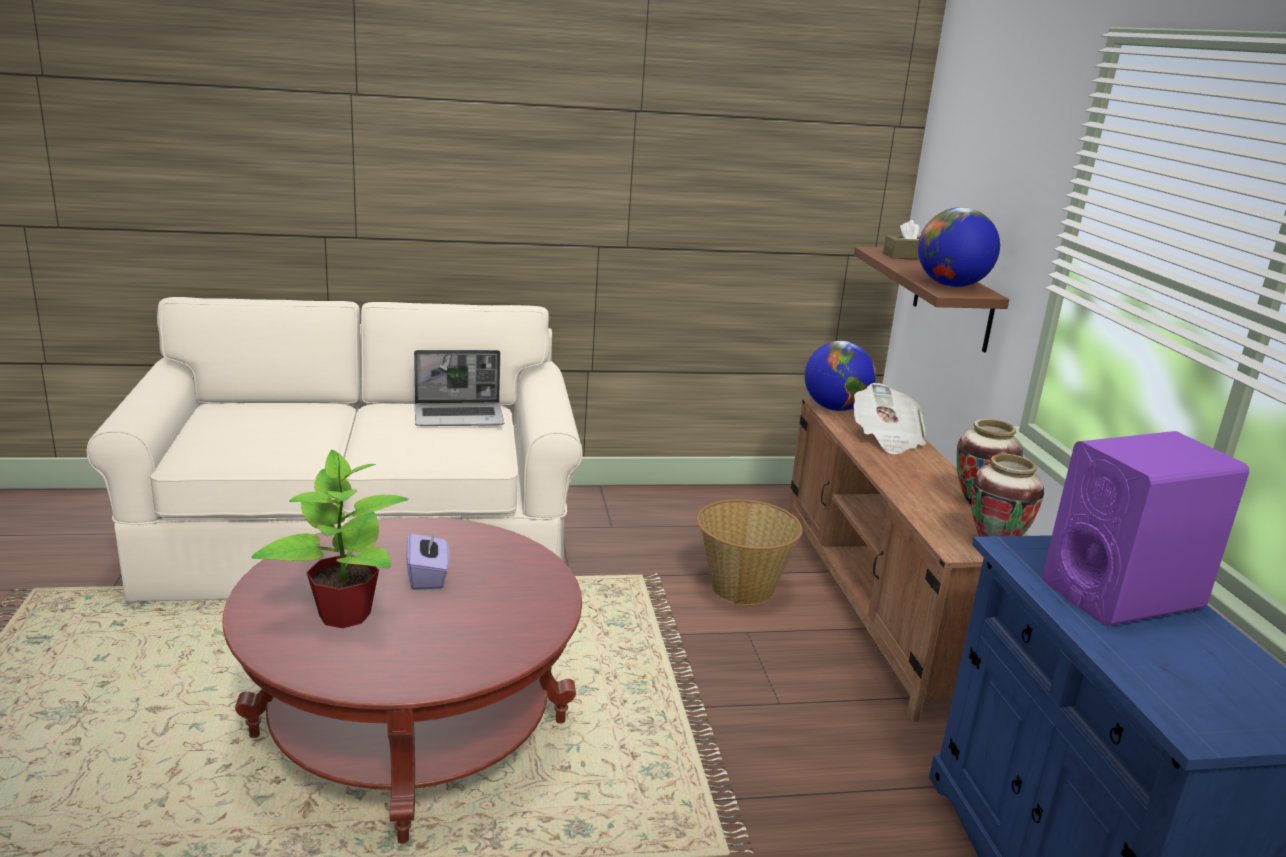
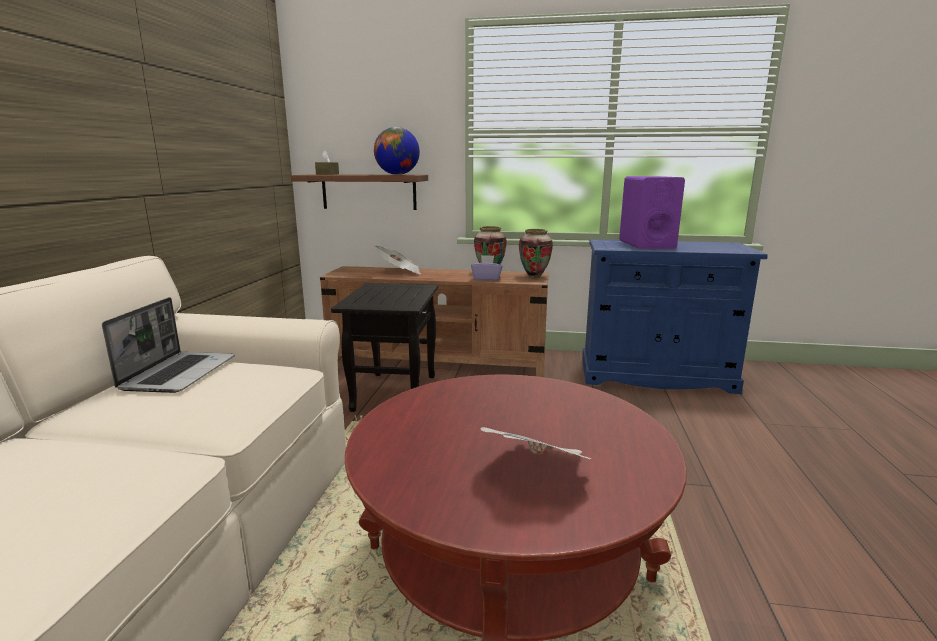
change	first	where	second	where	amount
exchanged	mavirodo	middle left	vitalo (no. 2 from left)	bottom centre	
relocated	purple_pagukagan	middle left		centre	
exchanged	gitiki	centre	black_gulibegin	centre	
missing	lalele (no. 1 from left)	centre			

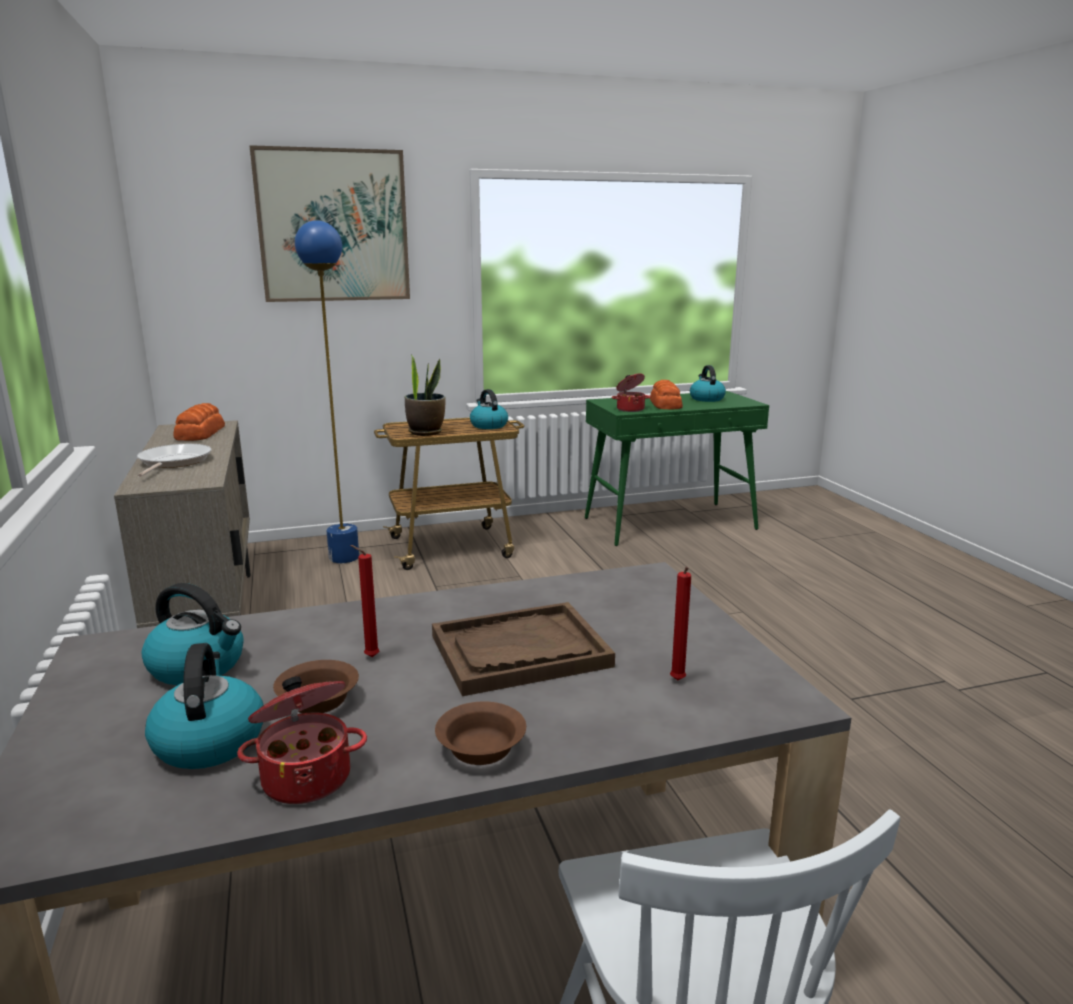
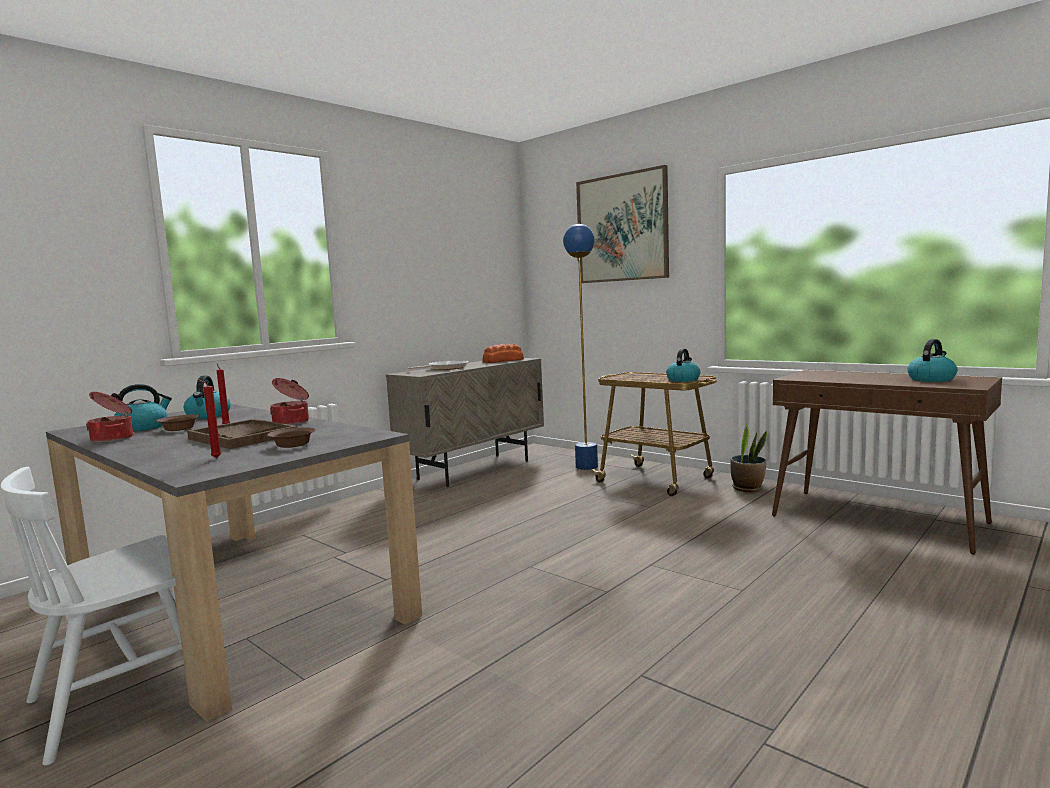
change	first	where	second	where	amount
relocated	mavirodo	centre		middle right	
relocated	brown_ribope (no. 2 from left)	bottom centre		middle left	
colour	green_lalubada	centre	brown_lalubada	middle right	
relocated	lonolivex (no. 2 from left)	centre		middle left	
missing	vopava (no. 2 from left)	centre			

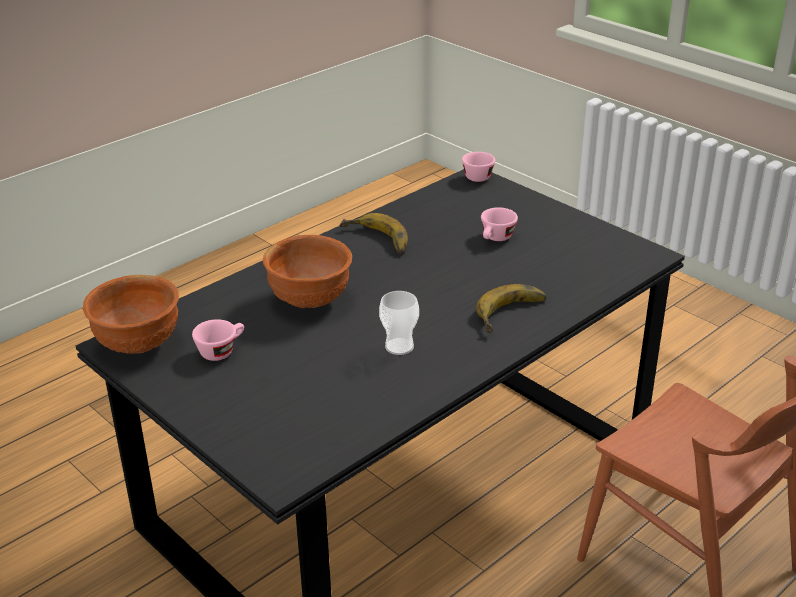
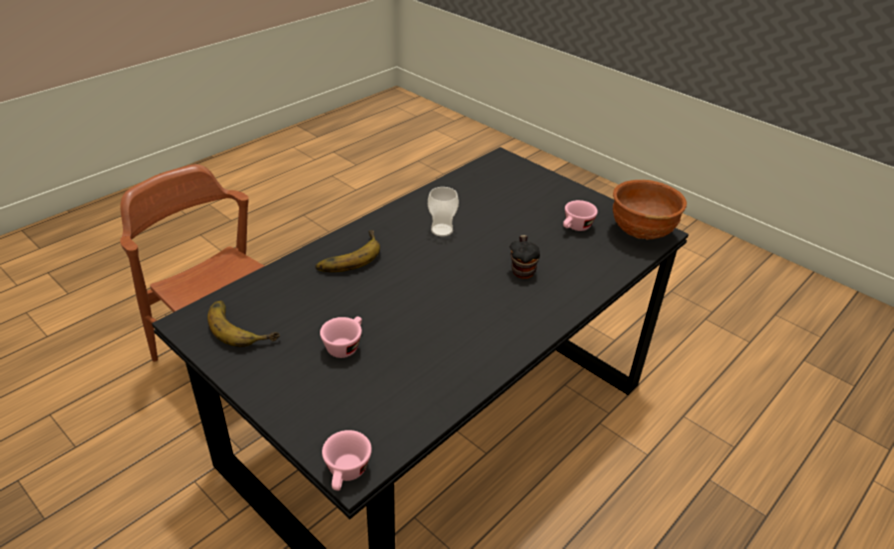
change	first	where	second	where	amount
exchanged	brown_ribope (no. 2 from left)	centre	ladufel	centre	
relocated	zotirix (no. 1 from left)	centre		middle left	

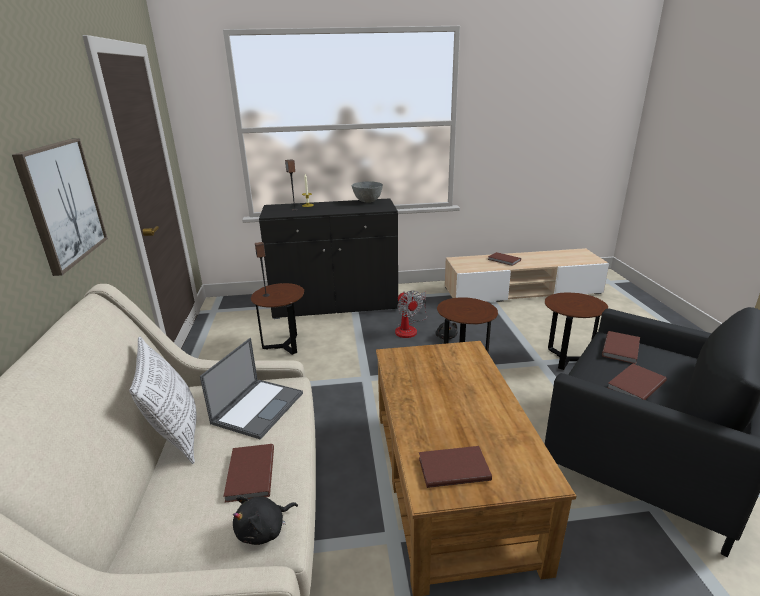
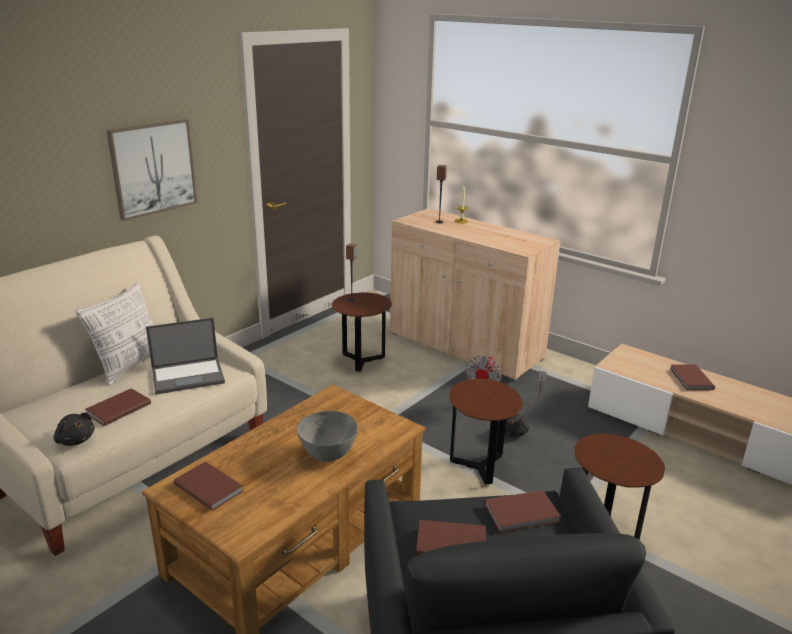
change	first	where	second	where	amount
spun	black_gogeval (no. 1 from left)	bottom centre		bottom left	150 degrees counterclockwise
colour	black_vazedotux	centre	beige_vazedotux	centre	
relocated	grey_ribope	top centre		bottom centre	

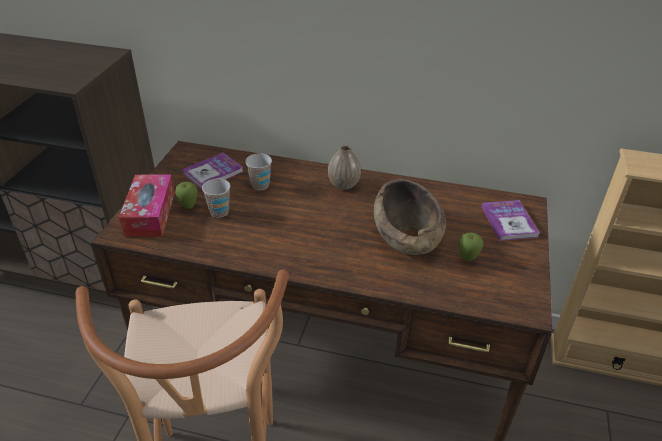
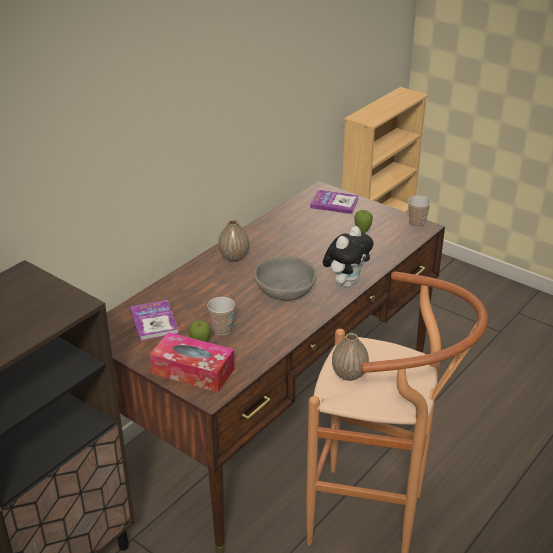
change	first	where	second	where	amount
relocated	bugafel (no. 2 from left)	centre		middle right	
missing	brown_ribope	centre			
appeared			grey_ribope	centre	
appeared			gogeval	centre	
appeared			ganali (no. 2 from left)	centre	

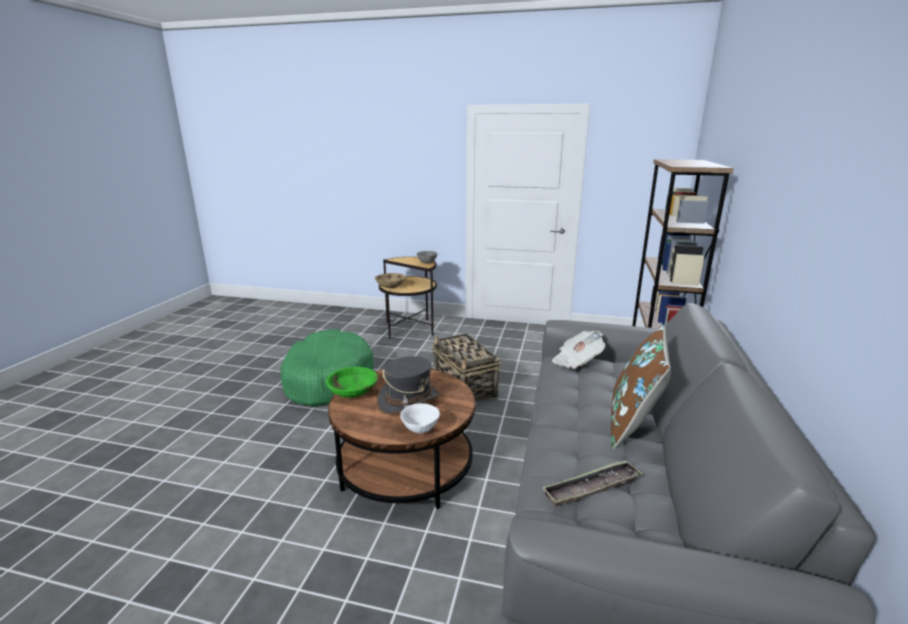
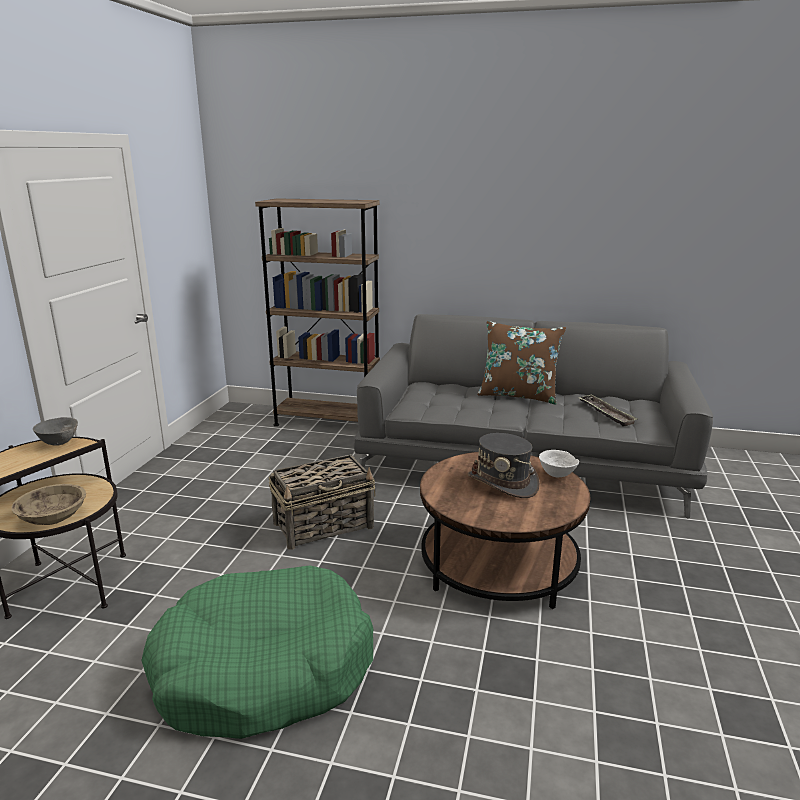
change	first	where	second	where	amount
missing	green_ribope	centre			
missing	vitalo	centre			

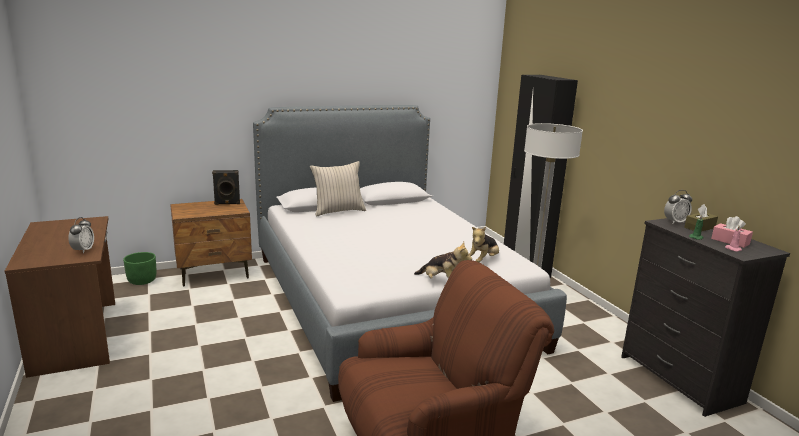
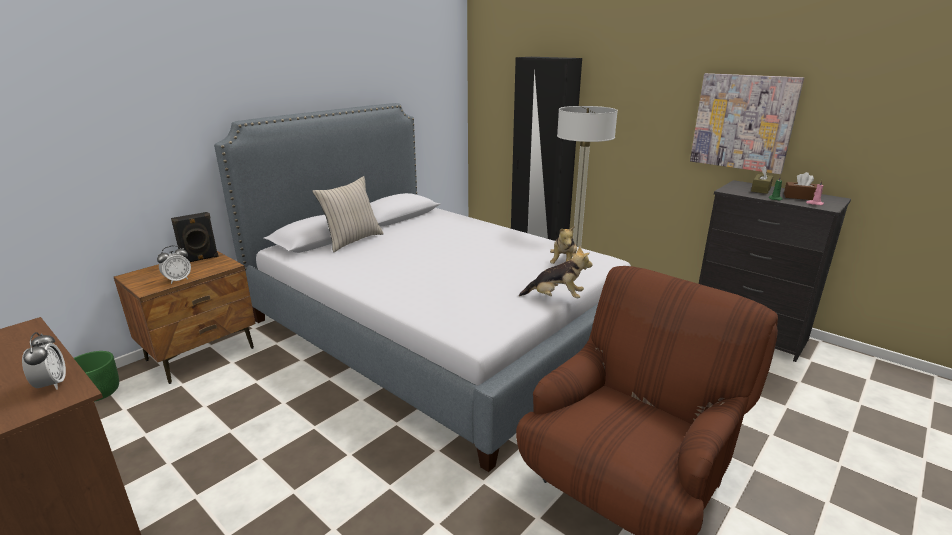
change	first	where	second	where	amount
relocated	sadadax (no. 2 from left)	middle right		middle left	
colour	pink_pagukagan	middle right	brown_pagukagan (no. 2 from left)	middle right	
appeared			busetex	top right	

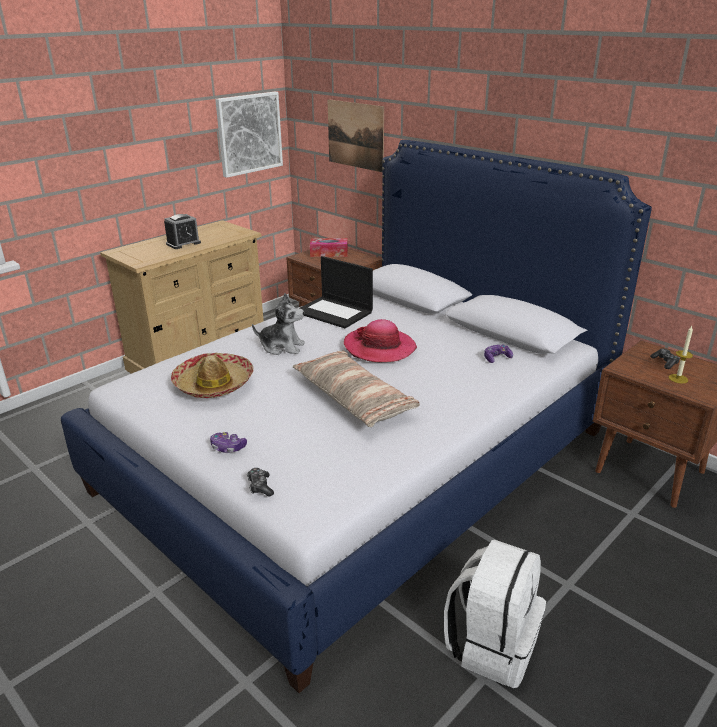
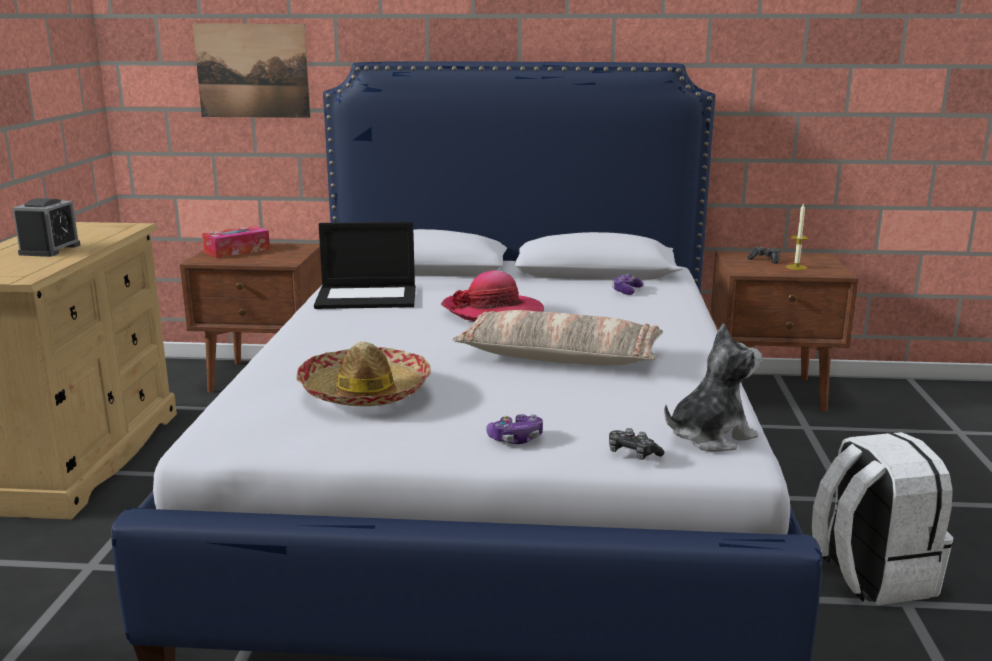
change	first	where	second	where	amount
missing	busetex (no. 1 from left)	top centre			
relocated	gogeval	centre		middle right	

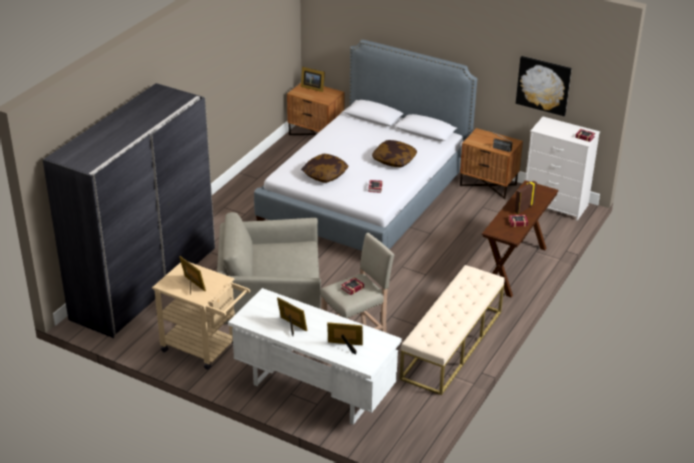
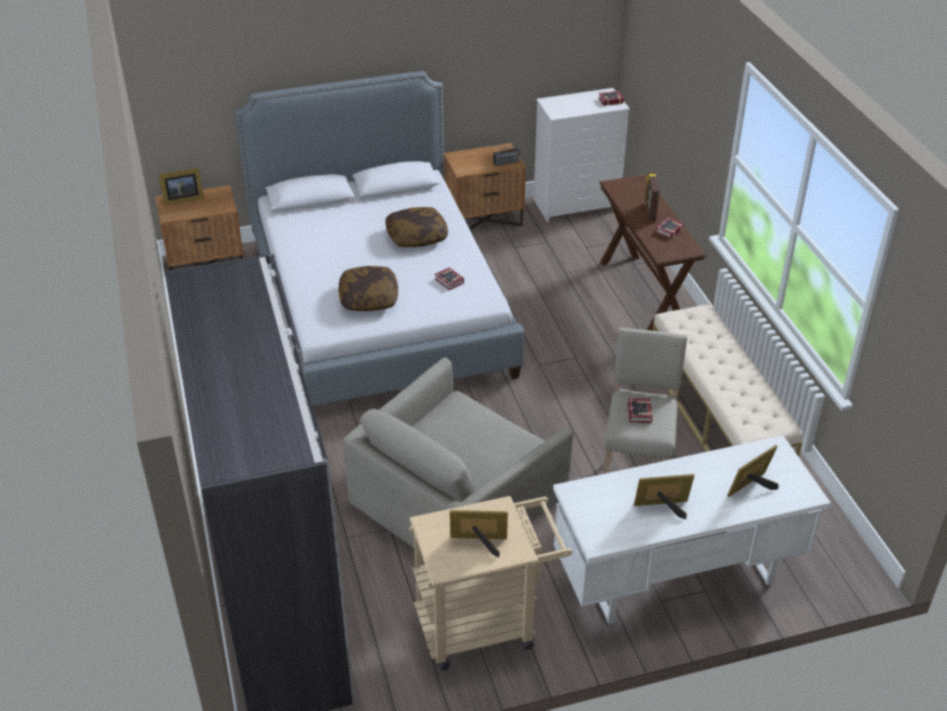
change	first	where	second	where	amount
missing	busetex	top right			

